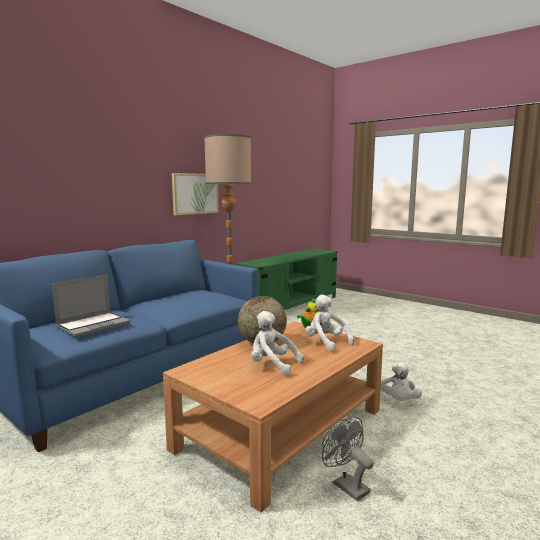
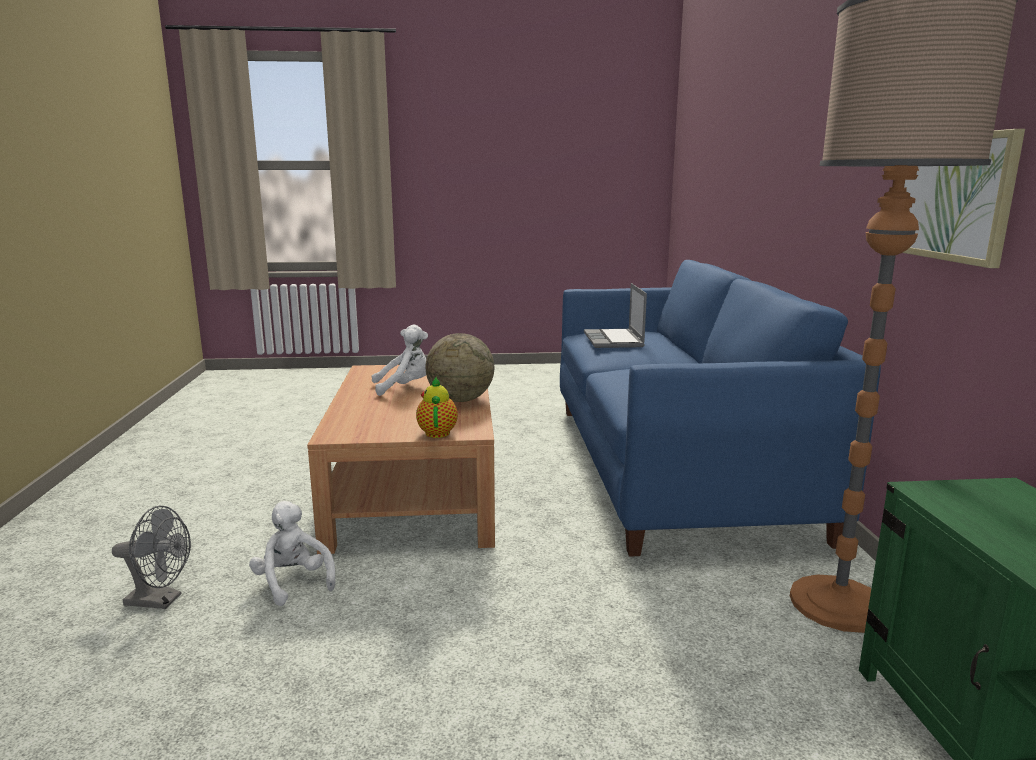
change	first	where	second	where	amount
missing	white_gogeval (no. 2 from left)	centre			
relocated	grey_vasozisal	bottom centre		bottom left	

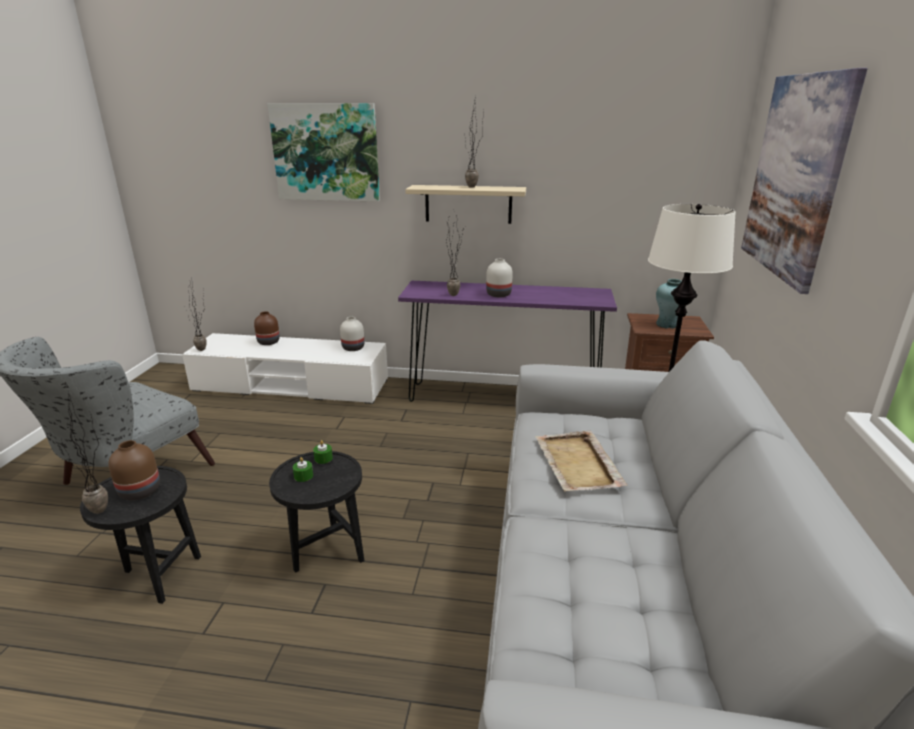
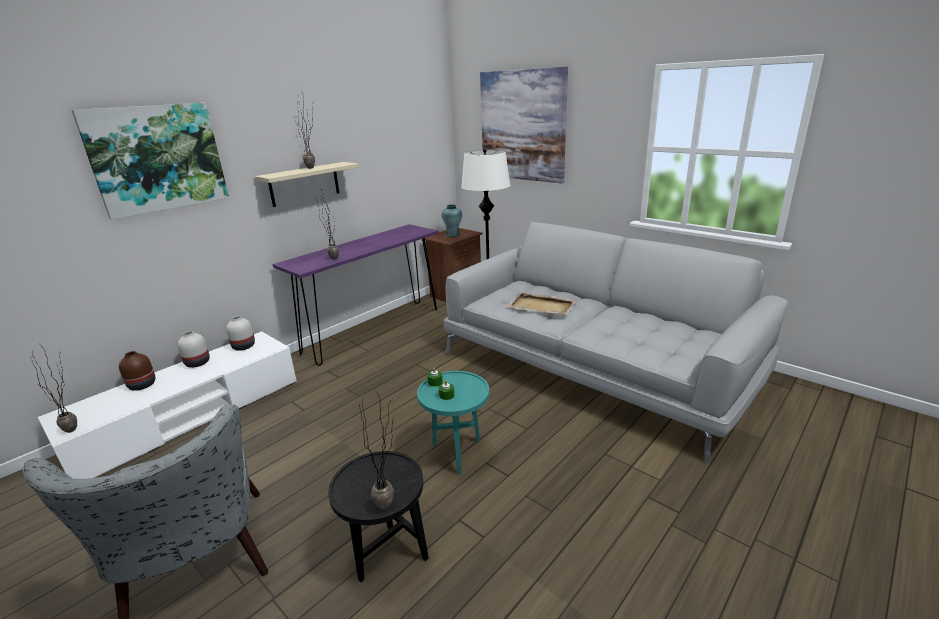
change	first	where	second	where	amount
missing	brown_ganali (no. 1 from left)	middle left			
colour	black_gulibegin (no. 2 from left)	bottom centre	turquoise_gulibegin	bottom centre	
relocated	white_ganali (no. 2 from left in the first image)	centre	white_ganali (no. 1 from left)	middle left	

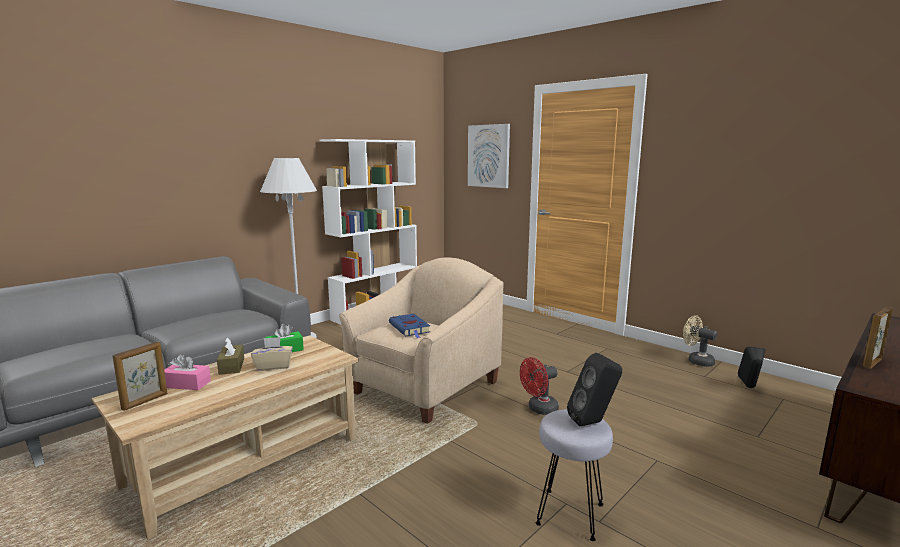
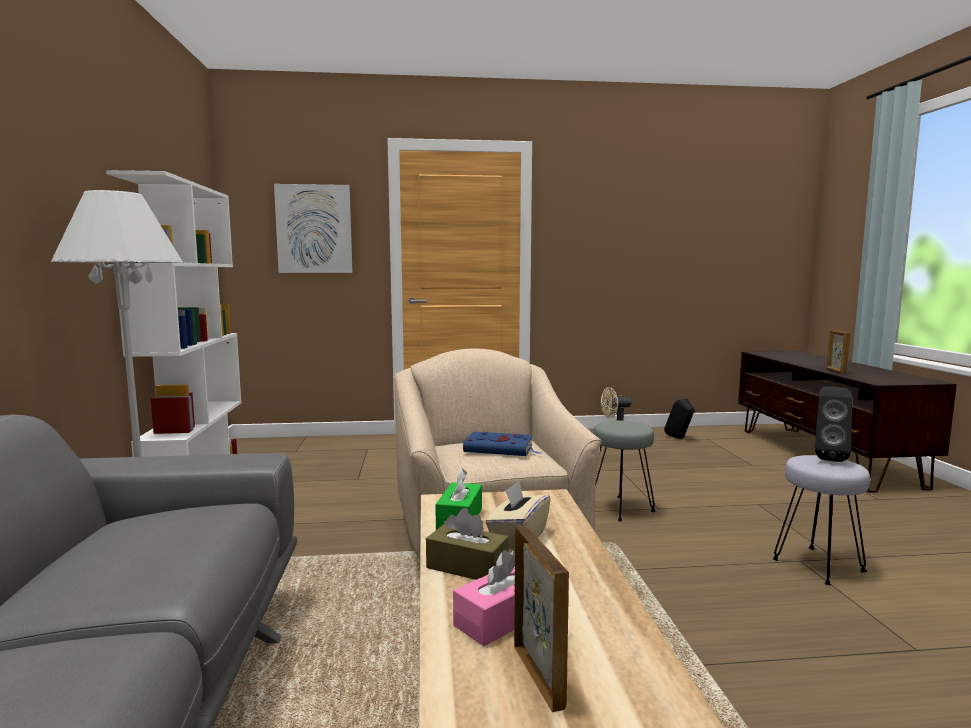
change	first	where	second	where	amount
exchanged	red_vasozisal	bottom centre	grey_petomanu (no. 1 from left)	centre	

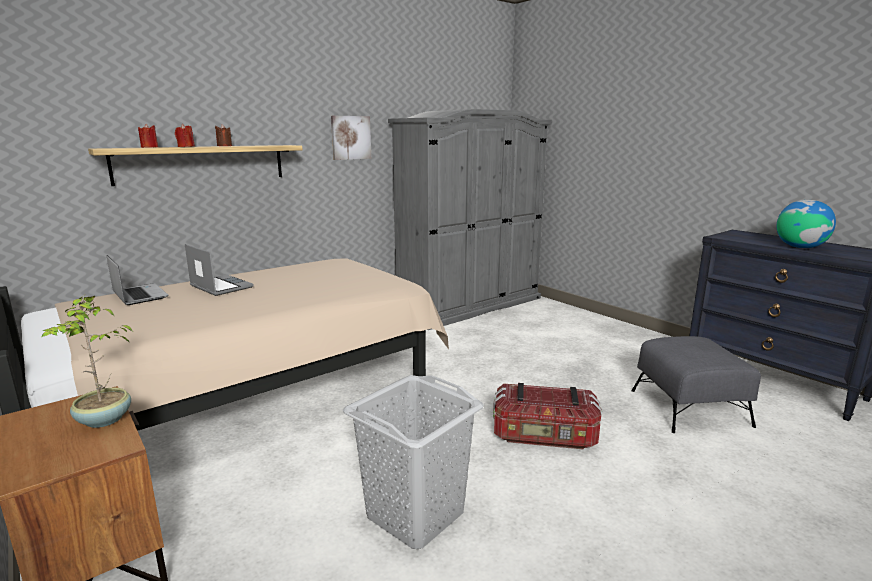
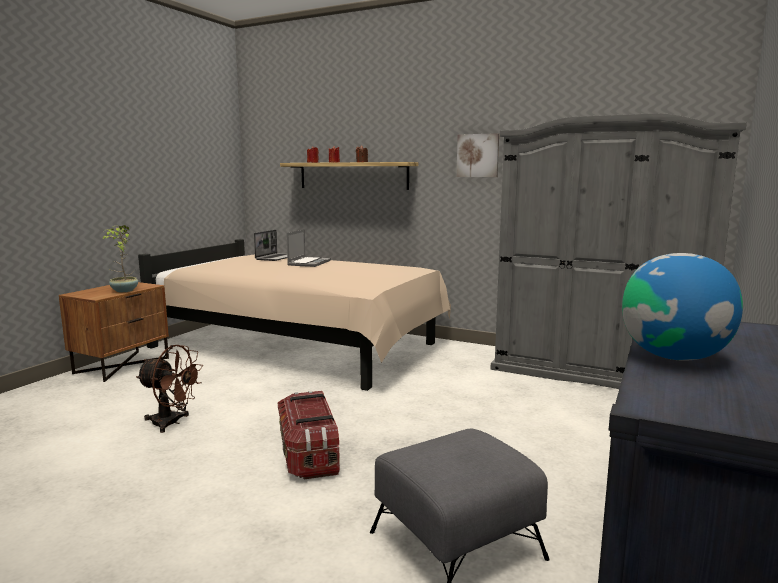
change	first	where	second	where	amount
exchanged	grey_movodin	bottom centre	brown_vasozisal	bottom left	

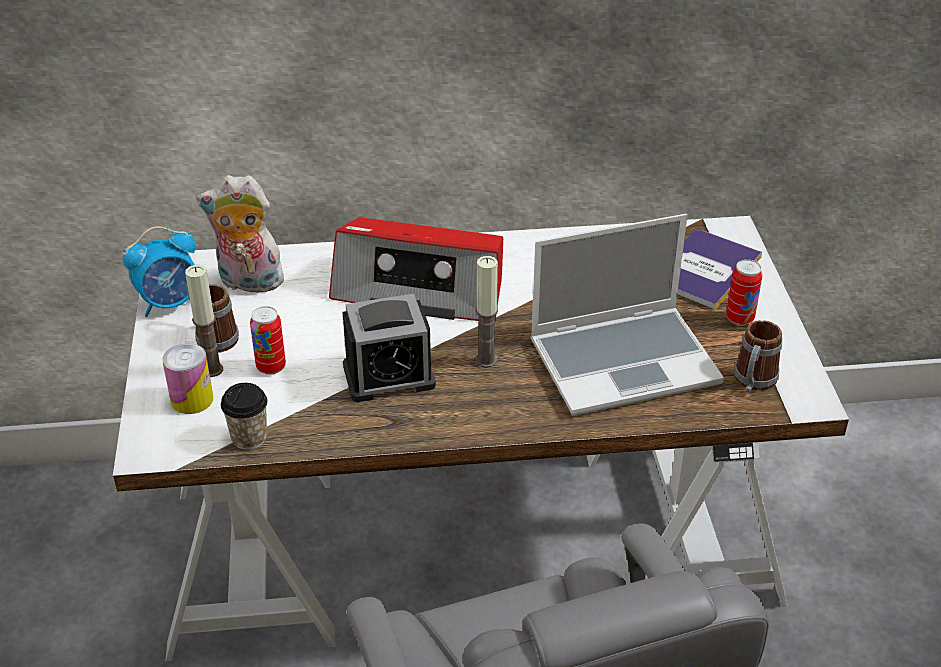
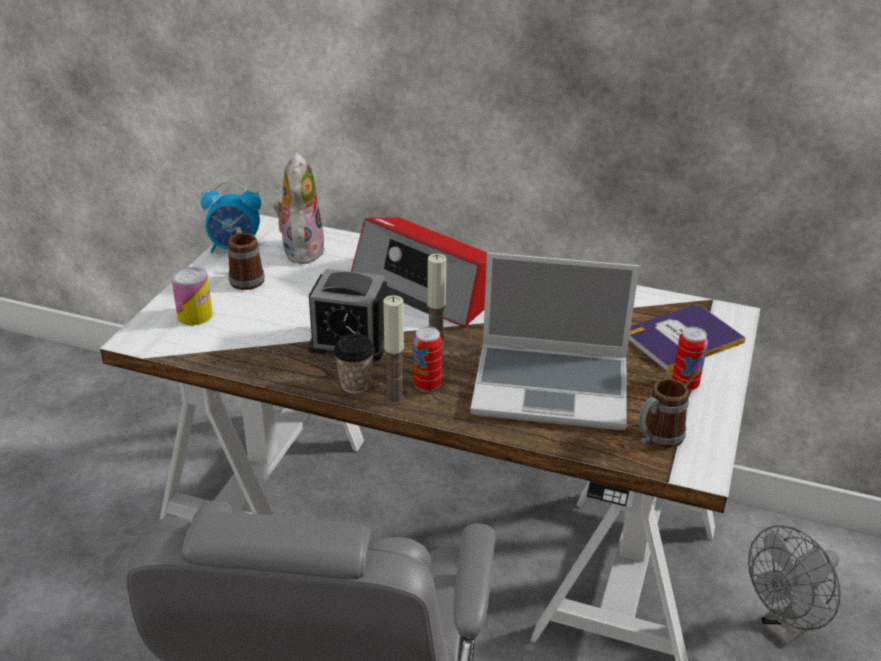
change	first	where	second	where	amount
relocated	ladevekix (no. 1 from left)	middle left		centre	
spun	gogeval	middle left		top centre	60 degrees clockwise
relocated	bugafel	middle left		centre	
relocated	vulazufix (no. 2 from left)	middle left		centre	
appeared			grey_vasozisal	bottom right	

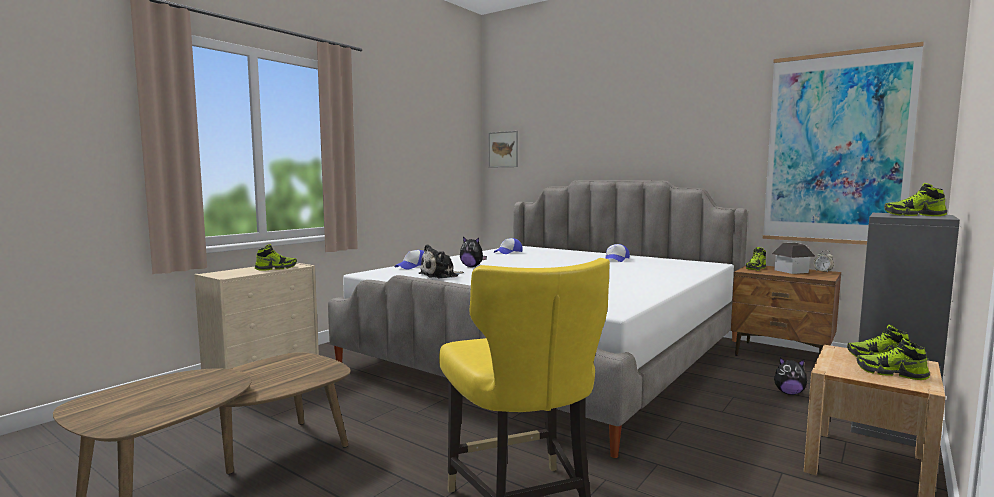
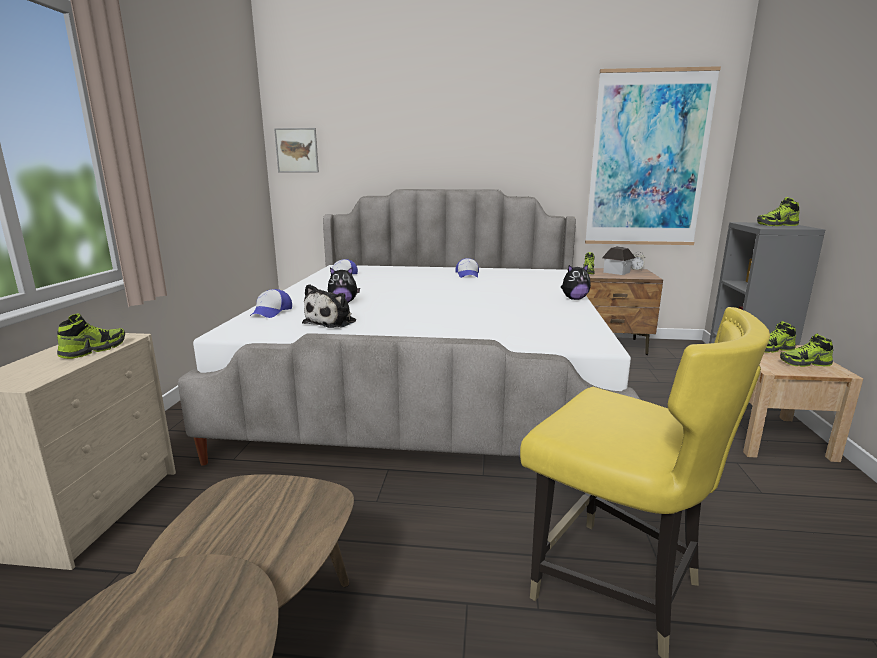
change	first	where	second	where	amount
relocated	gogeval (no. 3 from left)	bottom right		centre	

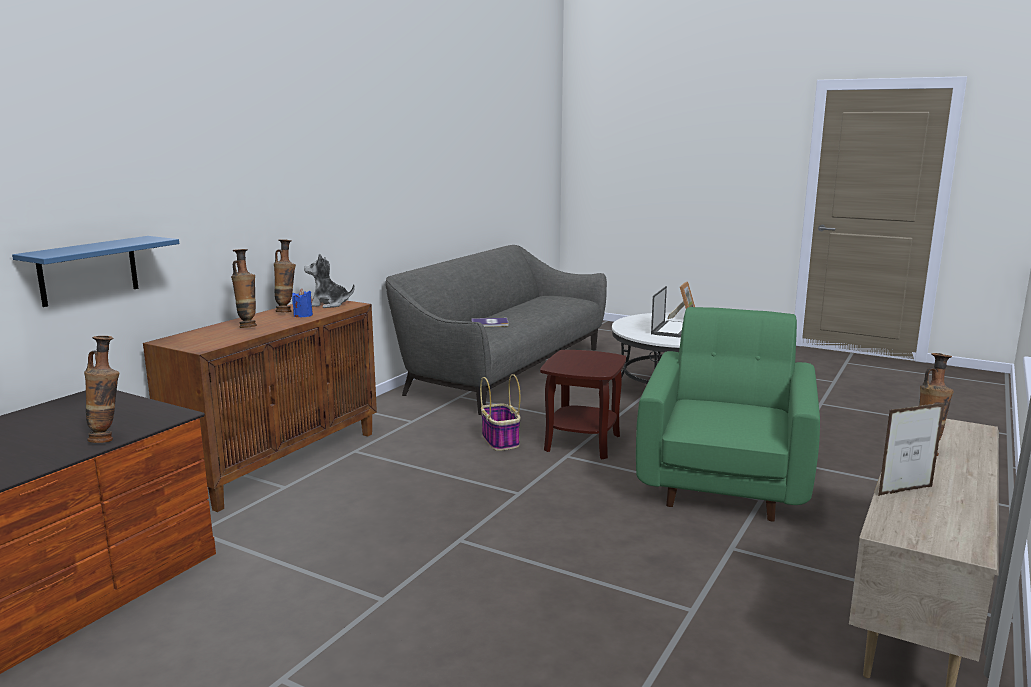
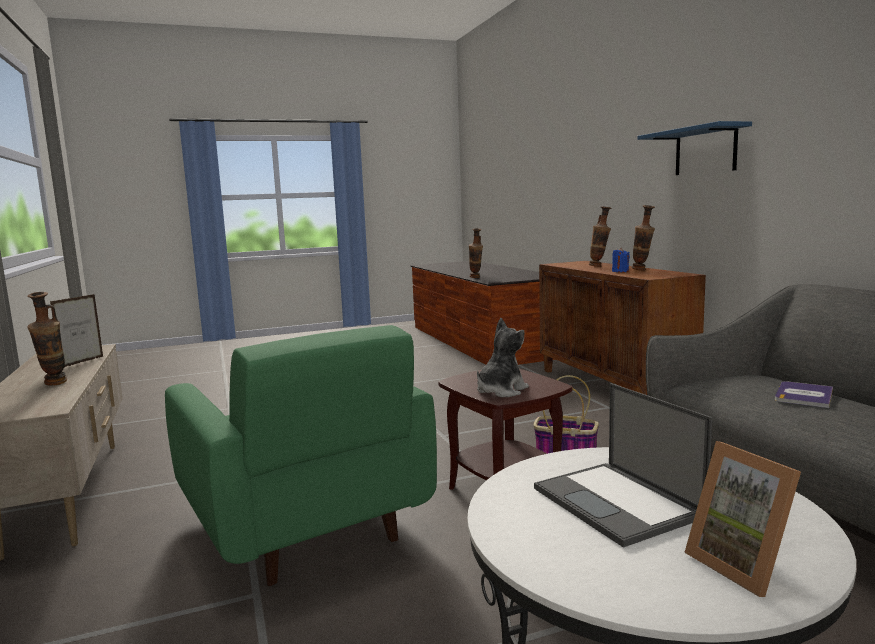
change	first	where	second	where	amount
relocated	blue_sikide	middle left		top right	
relocated	gogeval	middle left		centre	

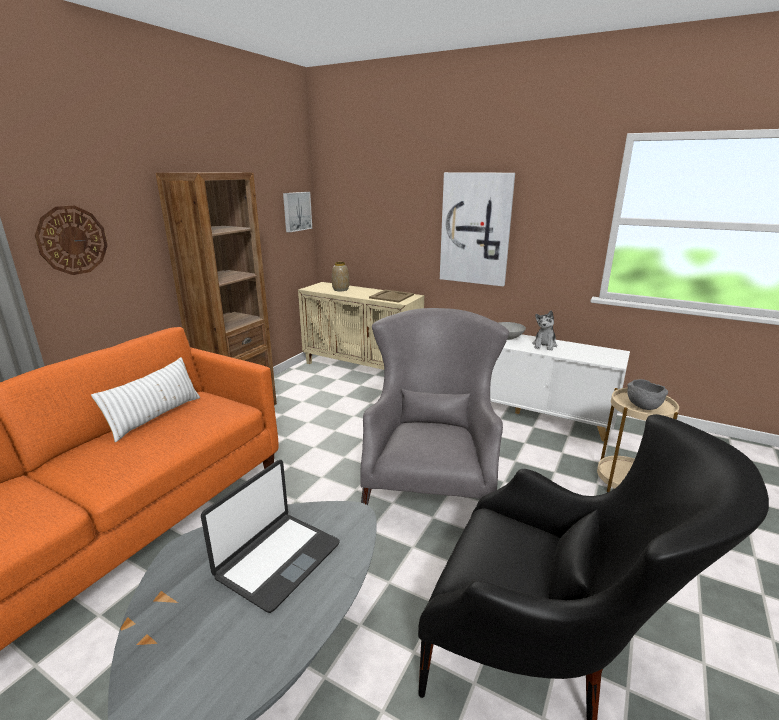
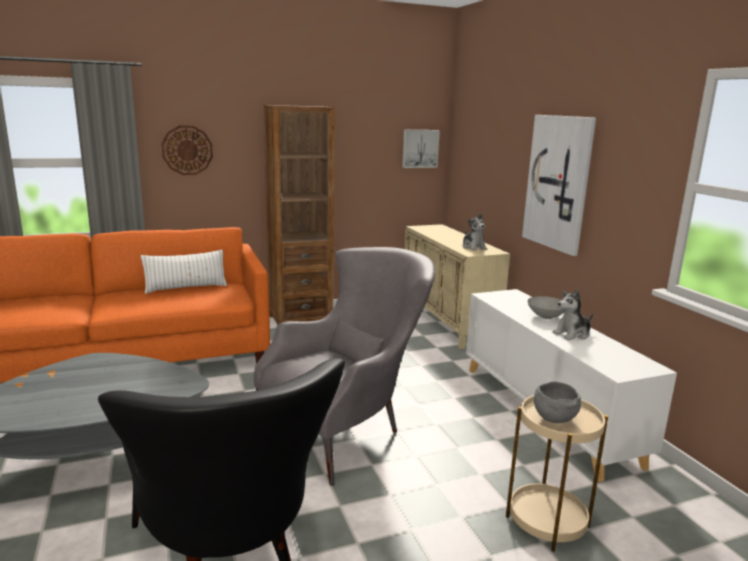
change	first	where	second	where	amount
missing	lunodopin	bottom centre			
missing	ganali	centre			
exchanged	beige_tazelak	centre	gogeval (no. 1 from left)	centre	

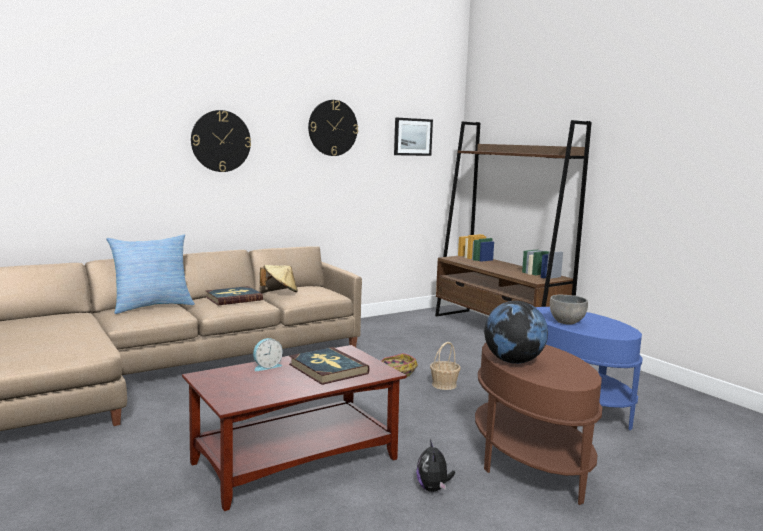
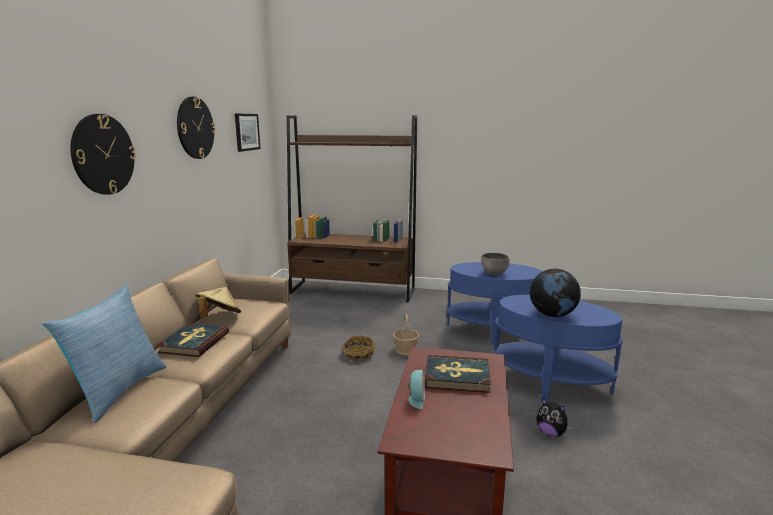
change	first	where	second	where	amount
colour	brown_gulibegin	bottom right	blue_gulibegin (no. 2 from left)	bottom right	

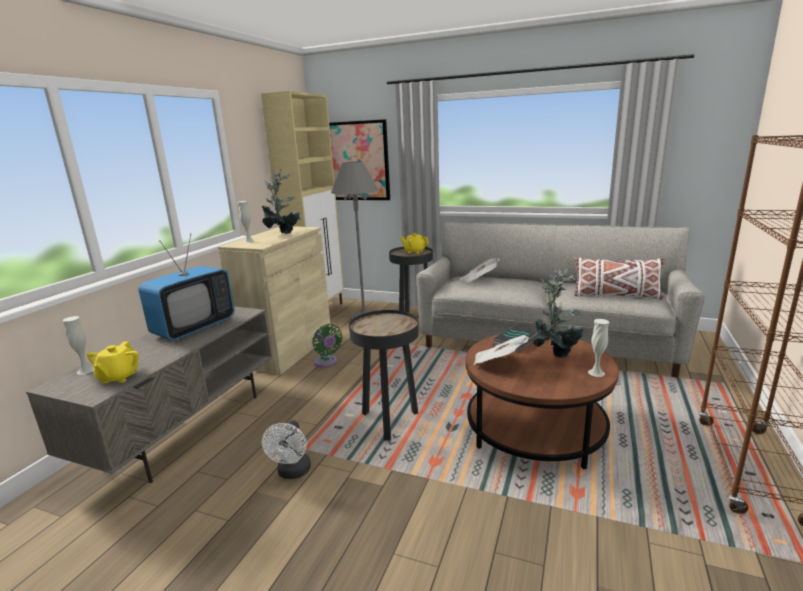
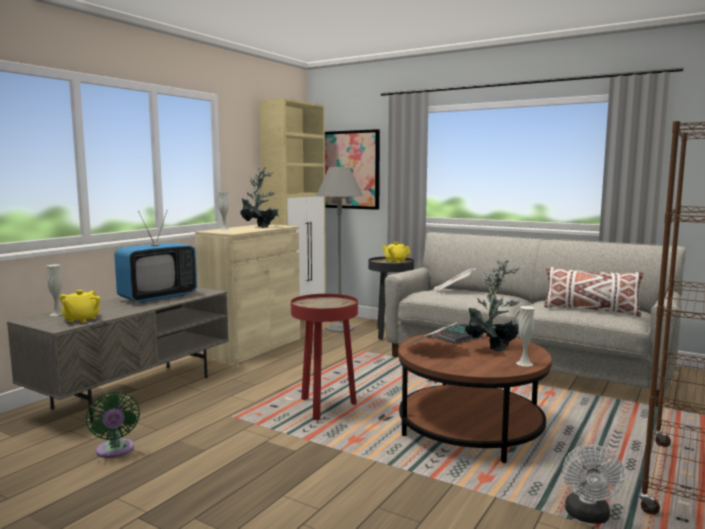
change	first	where	second	where	amount
relocated	white_vasozisal	bottom centre		bottom right	
relocated	green_vasozisal	centre		bottom left	
colour	black_gulibegin (no. 1 from left)	centre	red_gulibegin	bottom centre	

